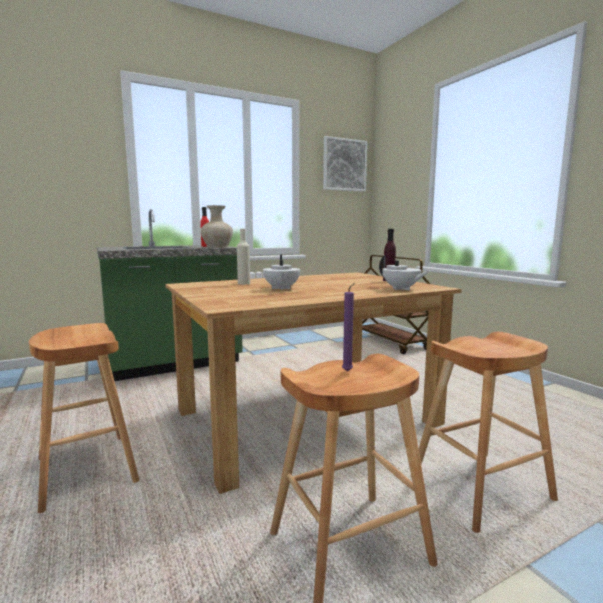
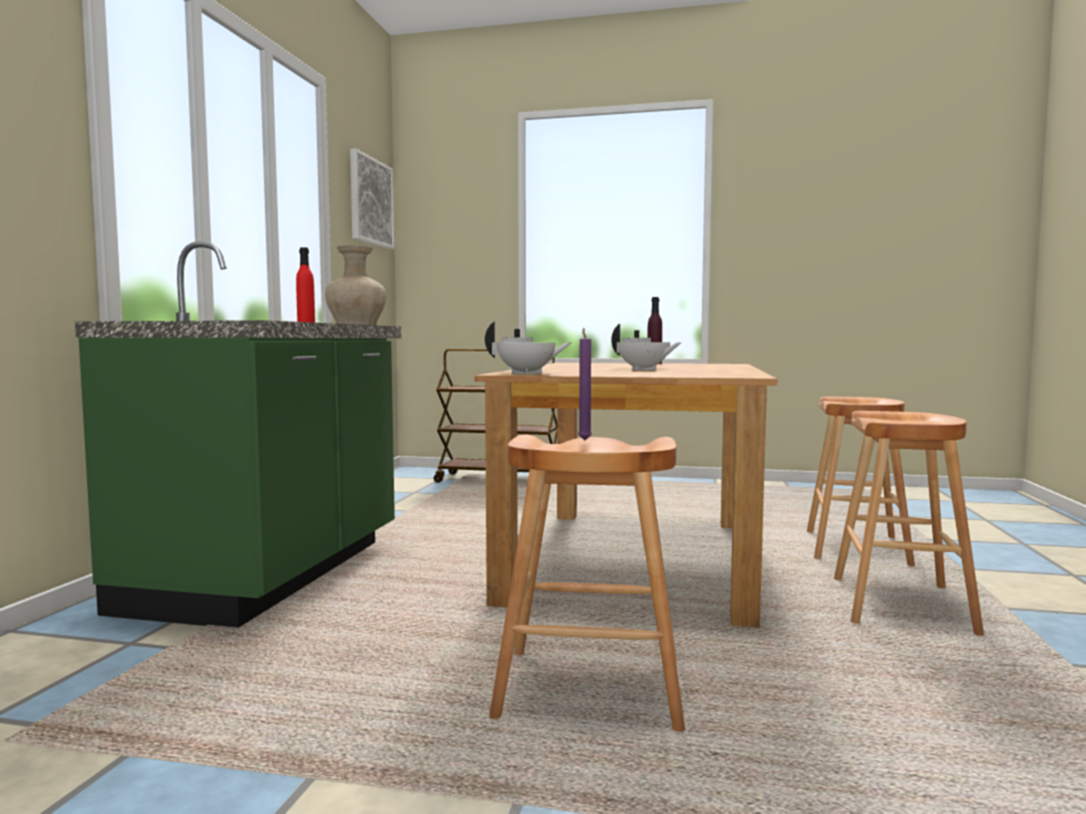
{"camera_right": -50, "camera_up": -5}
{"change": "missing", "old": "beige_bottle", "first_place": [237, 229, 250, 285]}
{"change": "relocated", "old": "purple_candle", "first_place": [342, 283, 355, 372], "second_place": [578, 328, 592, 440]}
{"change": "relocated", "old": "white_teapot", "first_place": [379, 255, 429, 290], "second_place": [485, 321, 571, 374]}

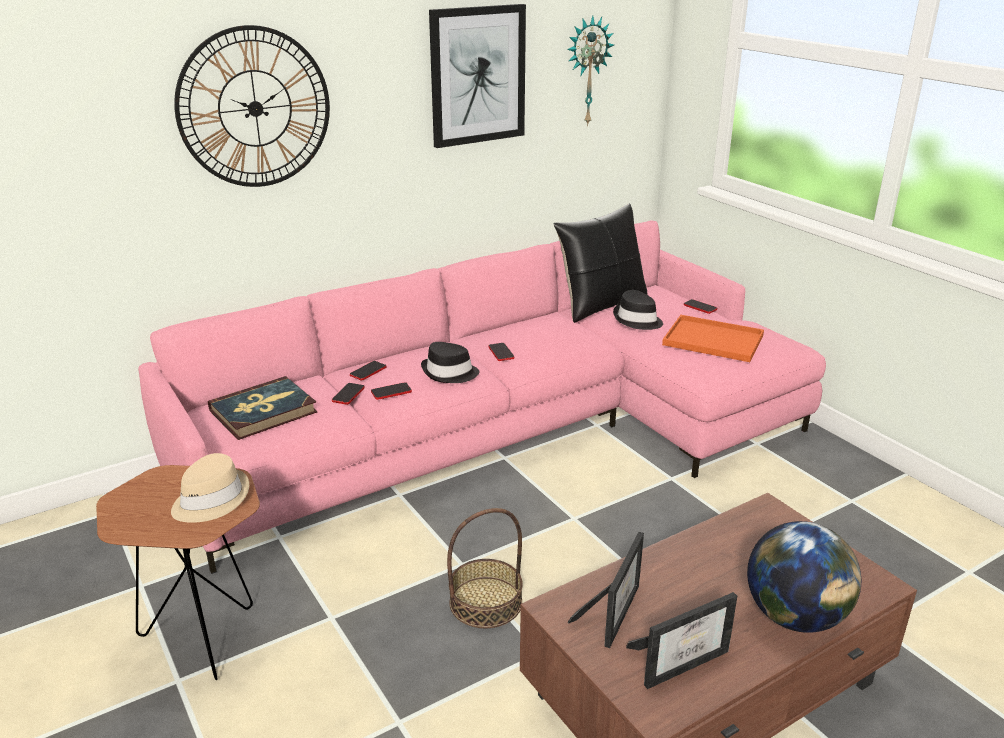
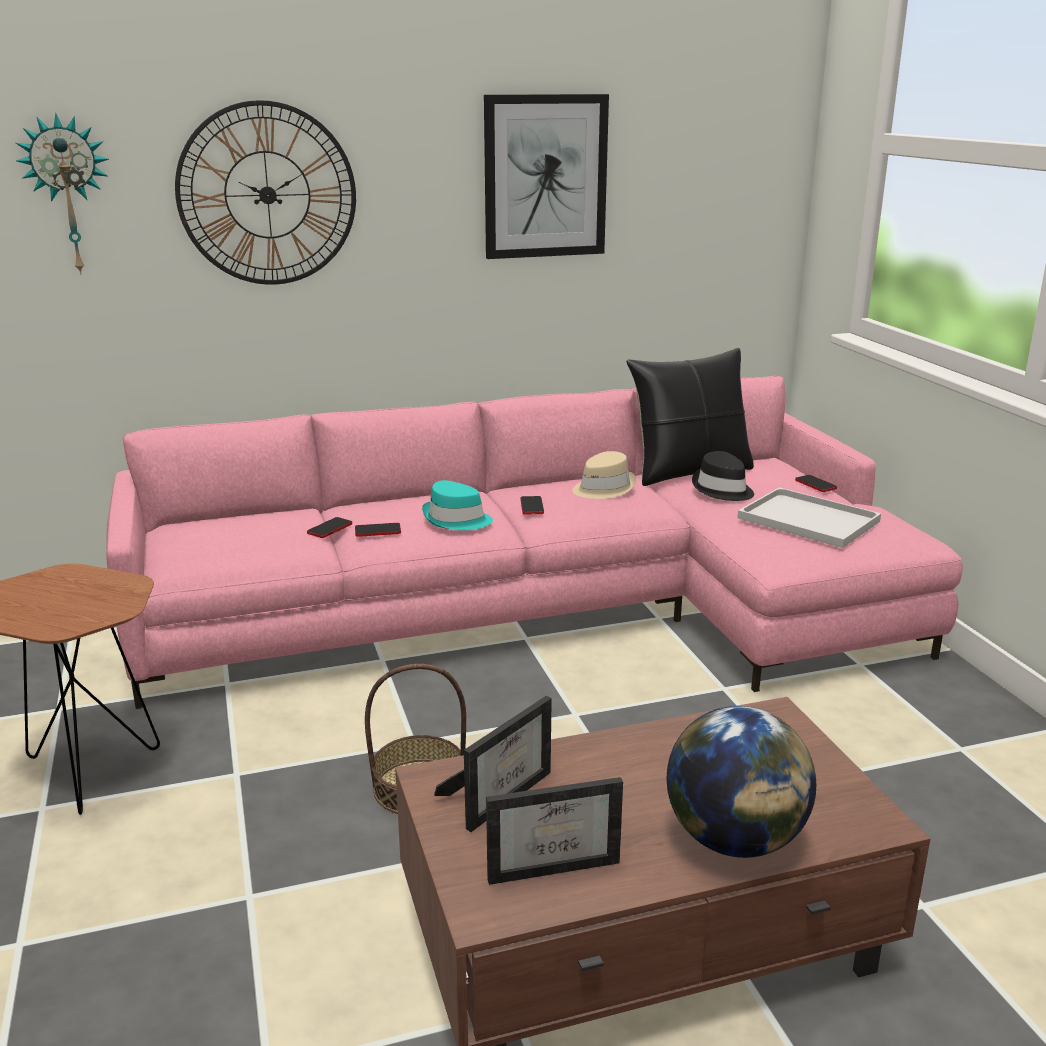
{"camera_right": 15, "camera_up": -5}
{"change": "relocated", "old": "beige_hat", "first_place": [171, 453, 249, 523], "second_place": [572, 451, 636, 499]}
{"change": "missing", "old": "book", "first_place": [208, 376, 317, 440]}
{"change": "missing", "old": "phone", "first_place": [350, 361, 386, 381]}
{"change": "colour", "old": "black_hat", "new": "turquoise_hat", "first_place": [421, 342, 479, 383], "second_place": [422, 480, 493, 530]}
{"change": "relocated", "old": "wall_clock", "first_place": [567, 15, 614, 126], "second_place": [16, 113, 109, 275]}
{"change": "colour", "old": "orange_tray", "new": "white_tray", "first_place": [662, 315, 764, 362], "second_place": [738, 487, 881, 548]}

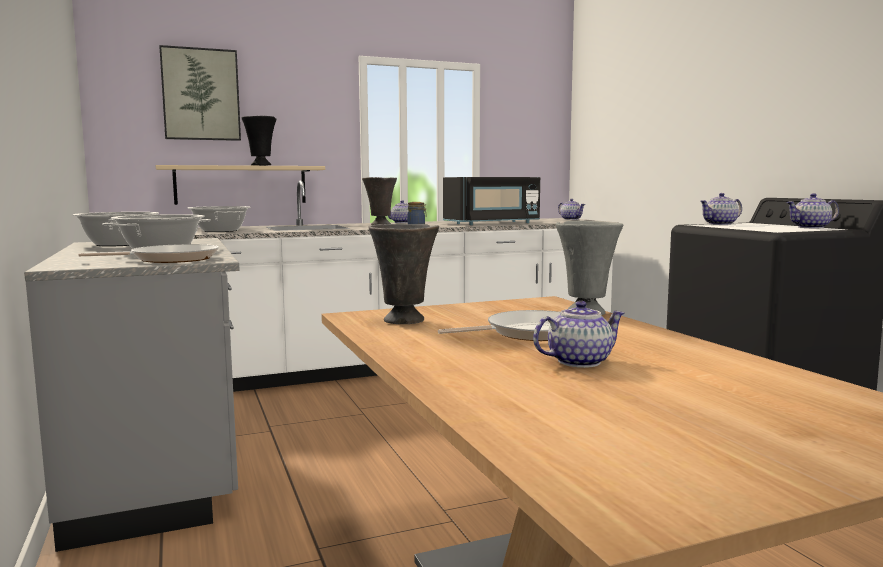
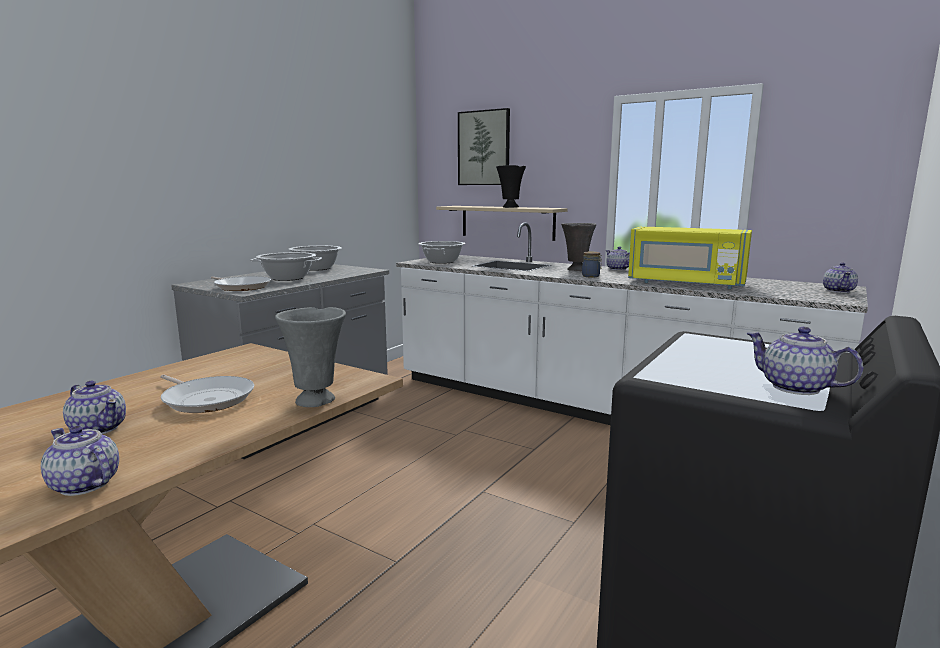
{"camera_right": 55, "camera_up": 5}
{"change": "missing", "old": "grey_vase", "first_place": [368, 224, 439, 324]}
{"change": "colour", "old": "black_microwave", "new": "yellow_microwave", "first_place": [443, 177, 540, 225], "second_place": [628, 227, 752, 289]}
{"change": "relocated", "old": "teapot", "first_place": [700, 193, 742, 225], "second_place": [41, 426, 119, 496]}

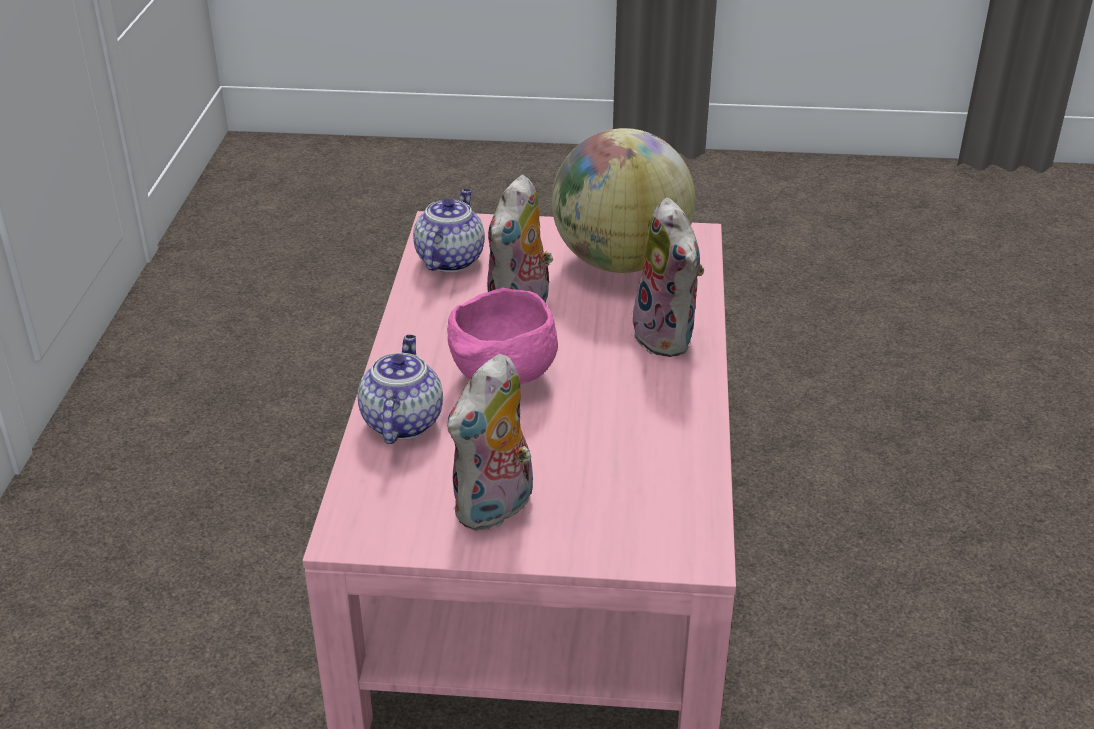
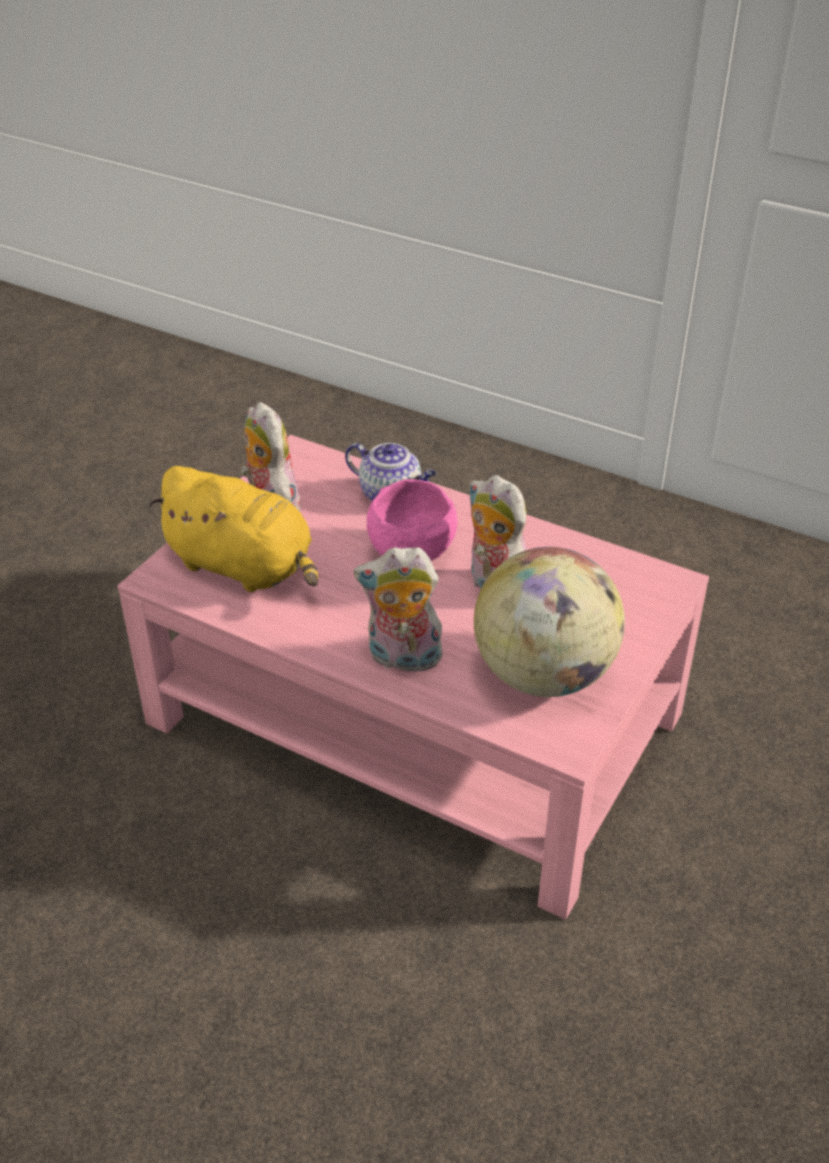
{"camera_right": 115, "camera_up": 5}
{"change": "missing", "old": "teapot", "first_place": [413, 189, 485, 272]}
{"change": "appeared", "new": "yellow_plush_toy", "second_place": [148, 466, 318, 592]}

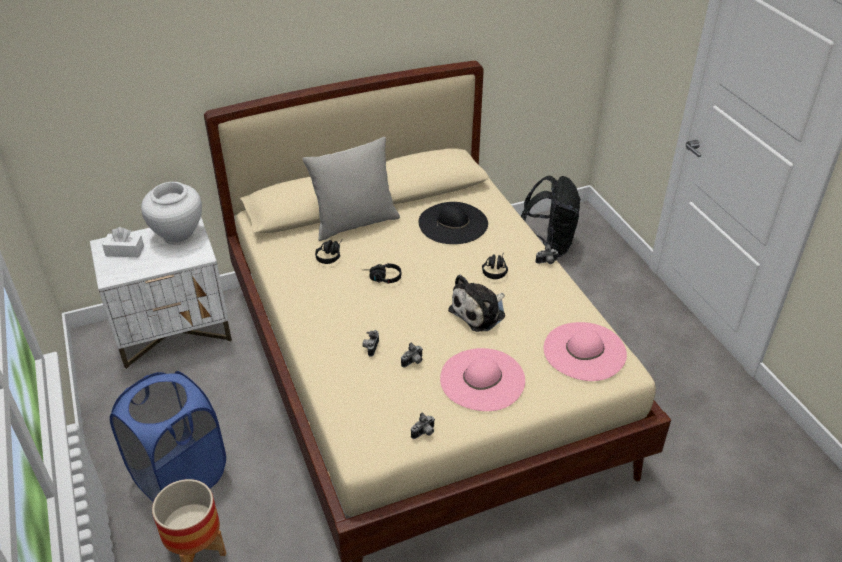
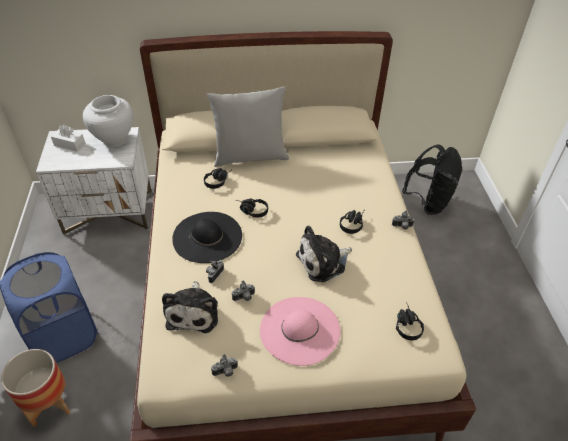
{"camera_right": 15, "camera_up": 5}
{"change": "relocated", "old": "black_hat", "first_place": [419, 202, 488, 244], "second_place": [172, 212, 242, 263]}
{"change": "exchanged", "old": "pink_hat", "new": "black_headphones", "first_place": [544, 322, 627, 381], "second_place": [396, 302, 424, 340]}
{"change": "appeared", "new": "plush_toy", "second_place": [162, 281, 218, 333]}

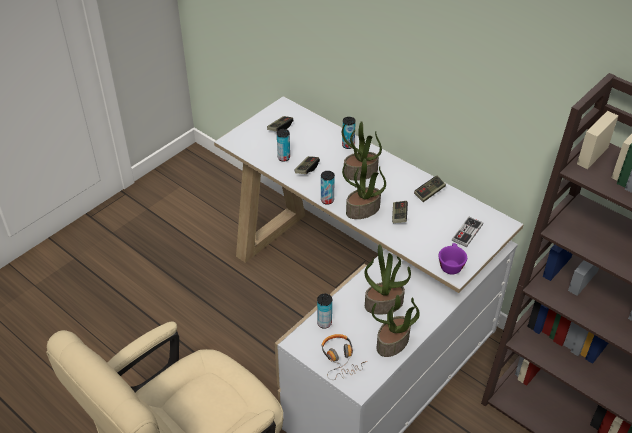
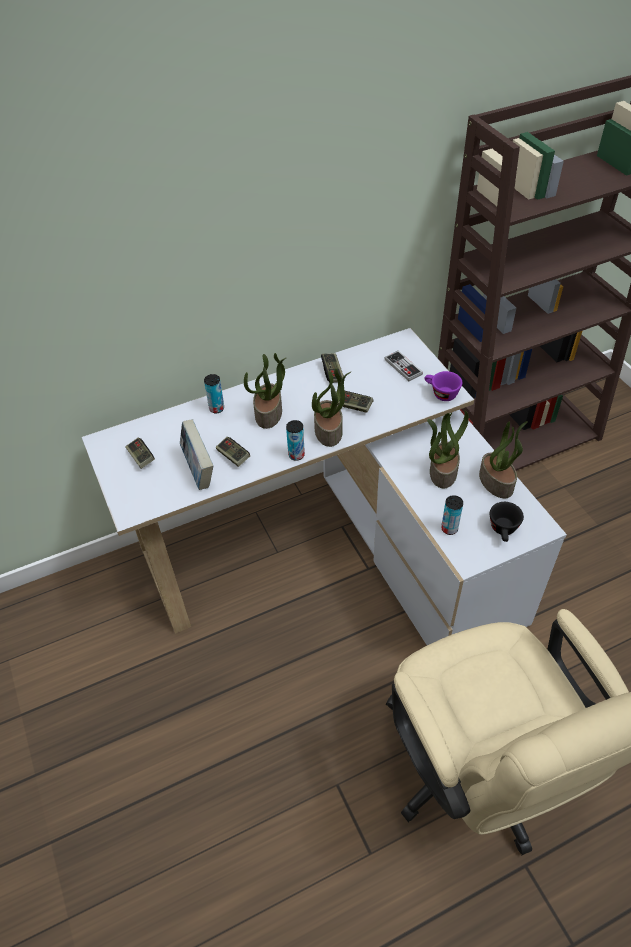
{"camera_right": -65, "camera_up": 5}
{"change": "exchanged", "old": "can", "new": "book", "first_place": [277, 129, 290, 162], "second_place": [180, 419, 213, 490]}
{"change": "exchanged", "old": "headphones", "new": "black_cup", "first_place": [321, 334, 367, 380], "second_place": [490, 502, 524, 542]}

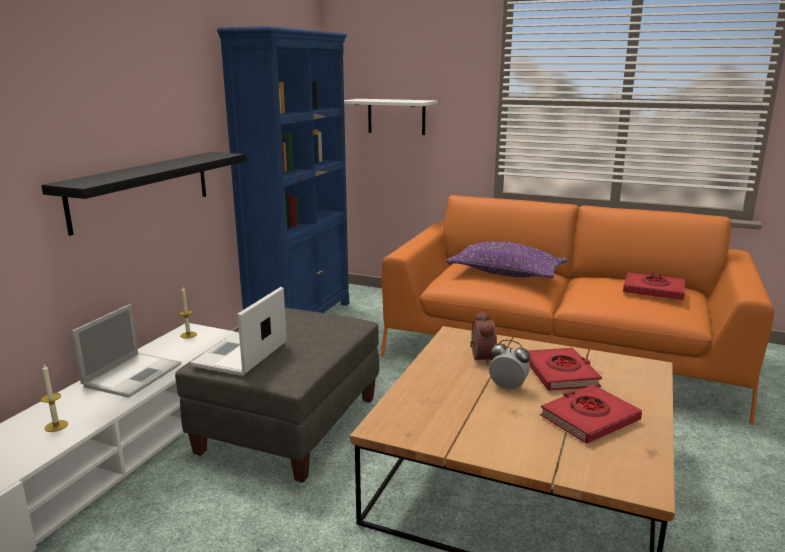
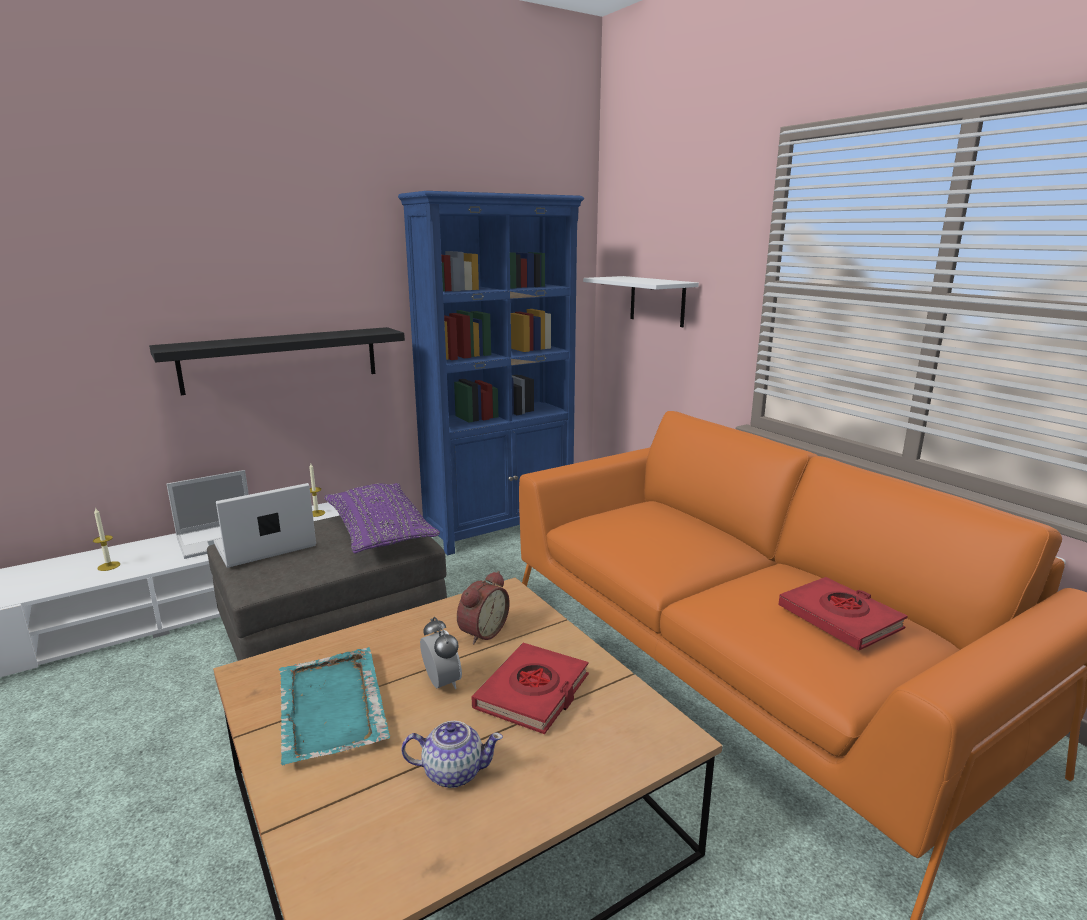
{"camera_right": 35, "camera_up": 0}
{"change": "relocated", "old": "purple_pillow", "first_place": [446, 241, 568, 278], "second_place": [324, 483, 440, 554]}
{"change": "exchanged", "old": "red_book", "new": "teapot", "first_place": [540, 385, 642, 444], "second_place": [401, 721, 503, 788]}
{"change": "appeared", "new": "turquoise_tray", "second_place": [278, 647, 390, 765]}

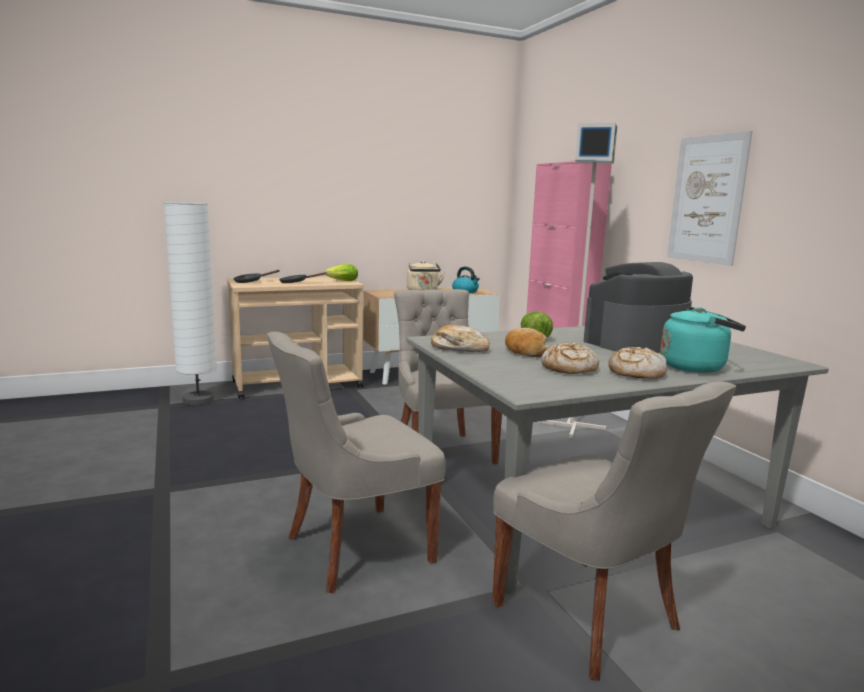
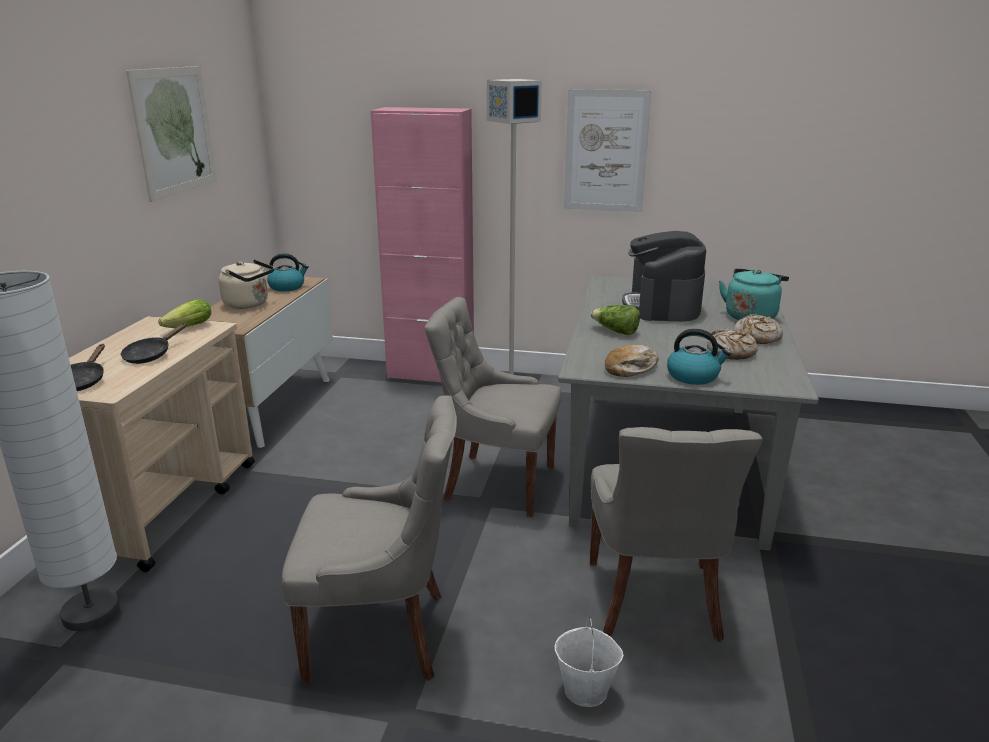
{"camera_right": -55, "camera_up": 10}
{"change": "relocated", "old": "grey_chair", "first_place": [493, 381, 736, 681], "second_place": [281, 395, 457, 685]}
{"change": "missing", "old": "bread", "first_place": [505, 328, 550, 357]}
{"change": "appeared", "new": "picture", "second_place": [126, 66, 217, 202]}
{"change": "appeared", "new": "white_bucket", "second_place": [555, 616, 624, 707]}
{"change": "appeared", "new": "kettle", "second_place": [667, 329, 731, 385]}

